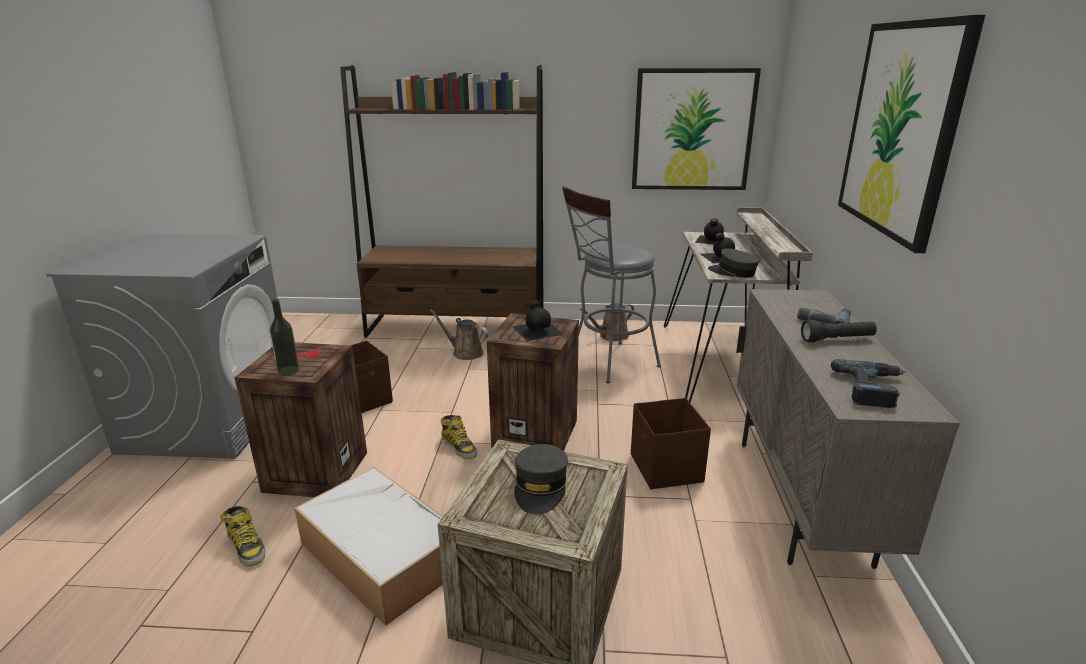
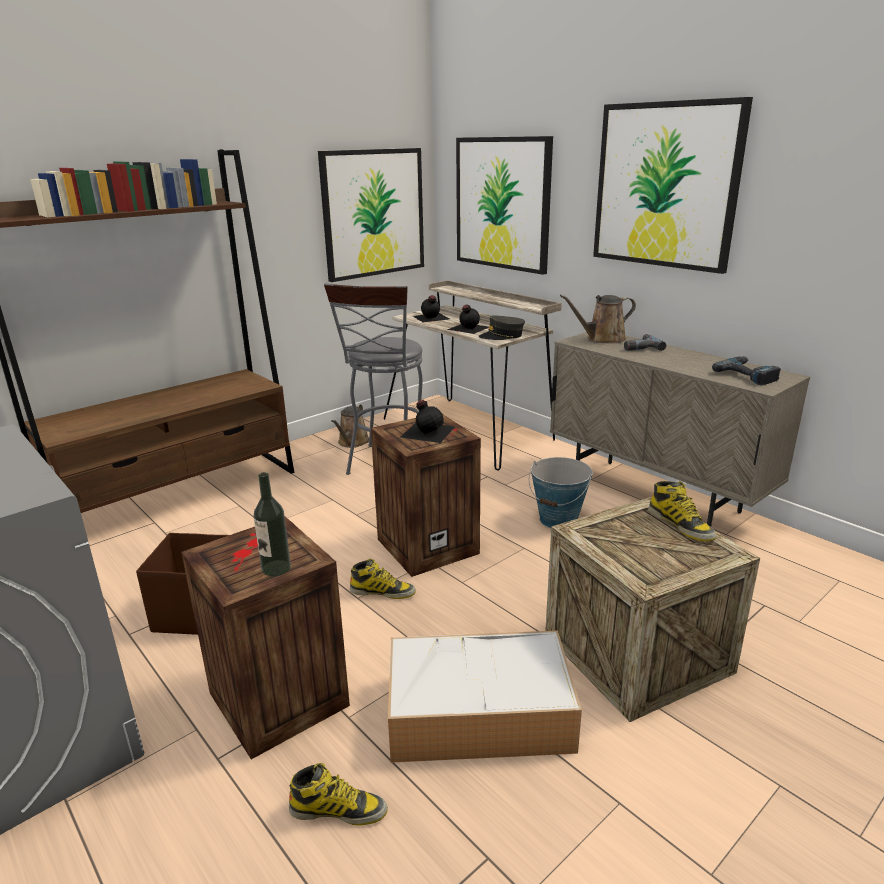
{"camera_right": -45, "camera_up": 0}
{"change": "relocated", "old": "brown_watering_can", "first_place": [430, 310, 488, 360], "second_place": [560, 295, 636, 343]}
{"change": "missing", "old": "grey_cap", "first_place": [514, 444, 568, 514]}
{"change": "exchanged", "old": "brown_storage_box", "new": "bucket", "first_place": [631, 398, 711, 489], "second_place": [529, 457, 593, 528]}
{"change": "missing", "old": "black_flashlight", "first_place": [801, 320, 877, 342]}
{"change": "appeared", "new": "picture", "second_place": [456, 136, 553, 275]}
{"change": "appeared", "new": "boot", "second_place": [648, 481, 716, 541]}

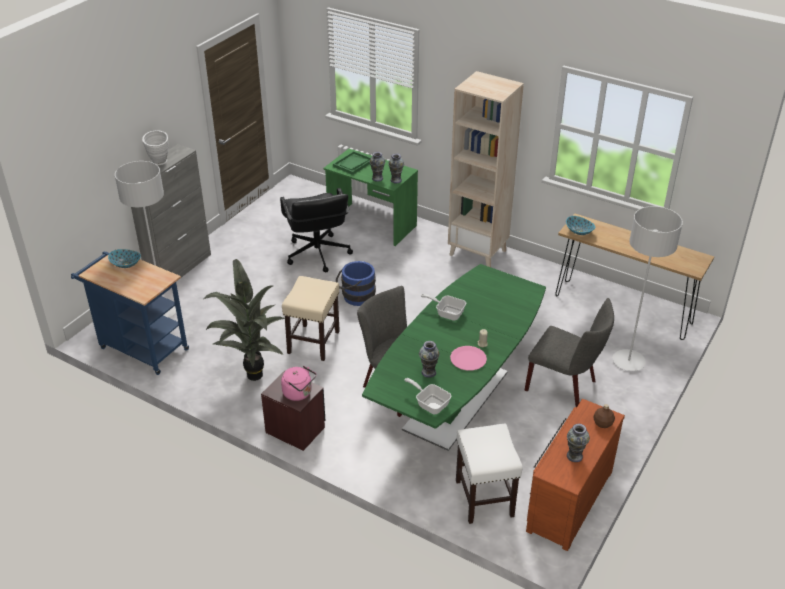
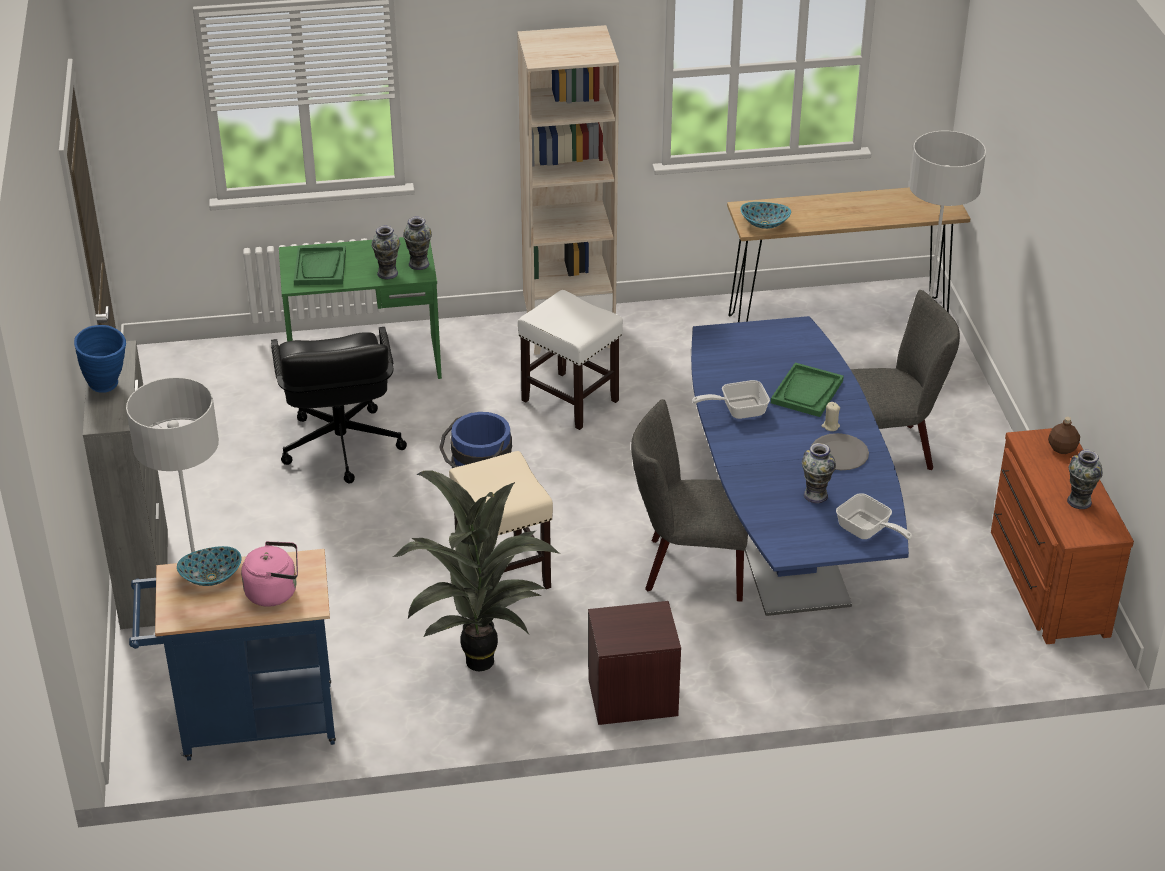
{"camera_right": -40, "camera_up": 0}
{"change": "colour", "old": "white_vase", "new": "blue_vase", "first_place": [142, 130, 169, 165], "second_place": [74, 325, 126, 393]}
{"change": "spun", "old": "black_office_chair", "first_place": [280, 188, 353, 272], "second_place": [271, 327, 407, 483], "degrees": 45}
{"change": "relocated", "old": "pink_kettle", "first_place": [281, 366, 317, 401], "second_place": [241, 541, 298, 607]}
{"change": "colour", "old": "green_dining_table", "new": "blue_dining_table", "first_place": [362, 264, 546, 451], "second_place": [691, 316, 909, 616]}
{"change": "spun", "old": "frying_pan", "first_place": [404, 378, 451, 414], "second_place": [836, 493, 912, 540], "degrees": -135}
{"change": "colour", "old": "pink_plate", "new": "grey_plate", "first_place": [450, 346, 487, 371], "second_place": [811, 433, 869, 470]}
{"change": "relocated", "old": "white_stool", "first_place": [456, 424, 523, 524], "second_place": [518, 290, 623, 430]}
{"change": "appeared", "new": "green_tray", "second_place": [771, 363, 844, 417]}

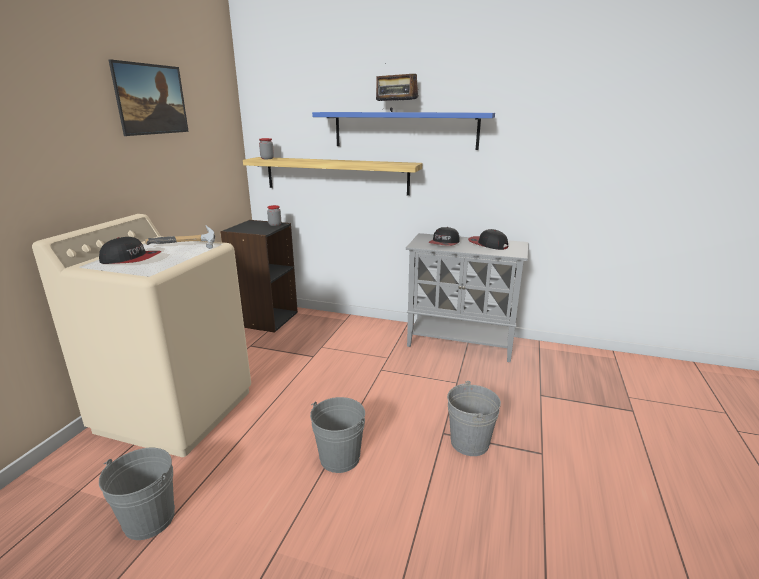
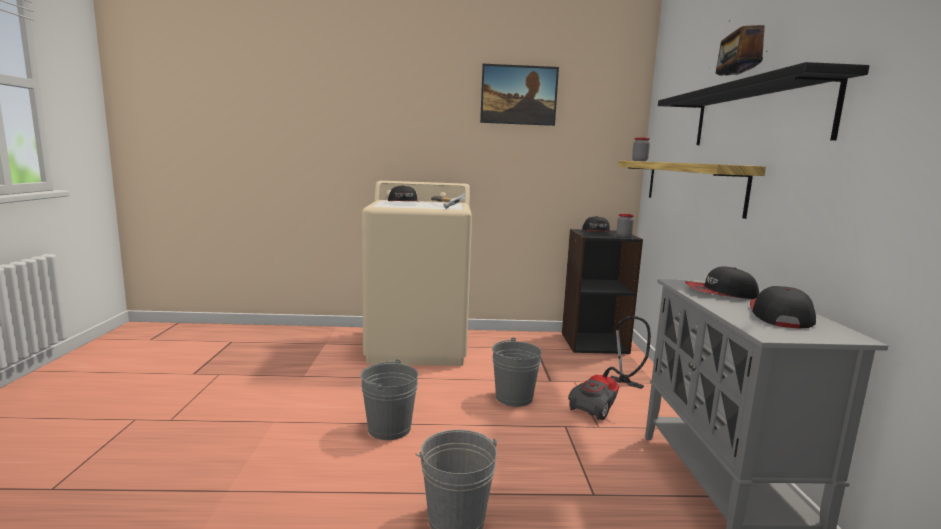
{"camera_right": 70, "camera_up": -10}
{"change": "relocated", "old": "grey_bucket", "first_place": [99, 448, 175, 540], "second_place": [492, 337, 542, 407]}
{"change": "colour", "old": "blue_shelf", "new": "black_shelf", "first_place": [312, 112, 495, 150], "second_place": [658, 62, 870, 145]}
{"change": "appeared", "new": "vacuum_cleaner", "second_place": [568, 316, 651, 420]}
{"change": "appeared", "new": "cap", "second_place": [582, 216, 612, 232]}

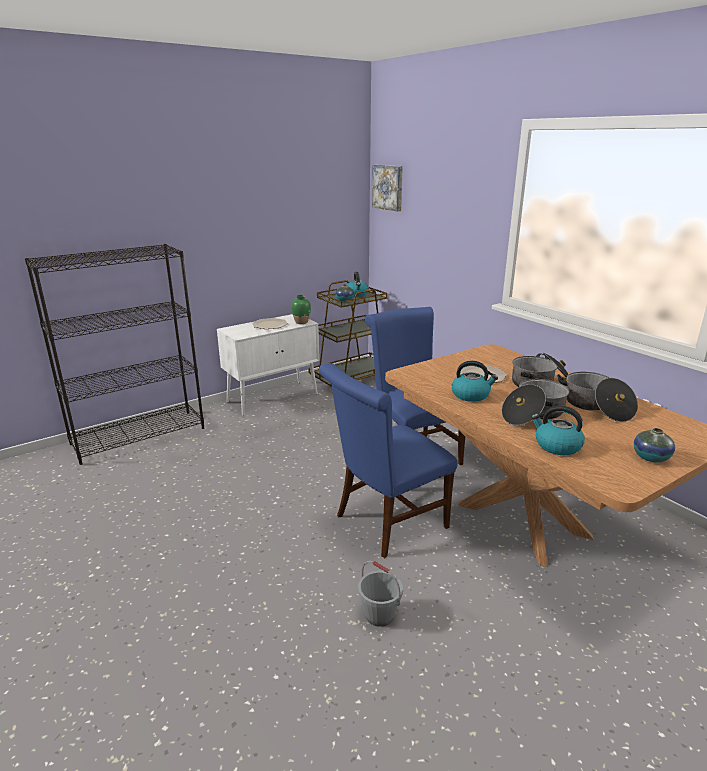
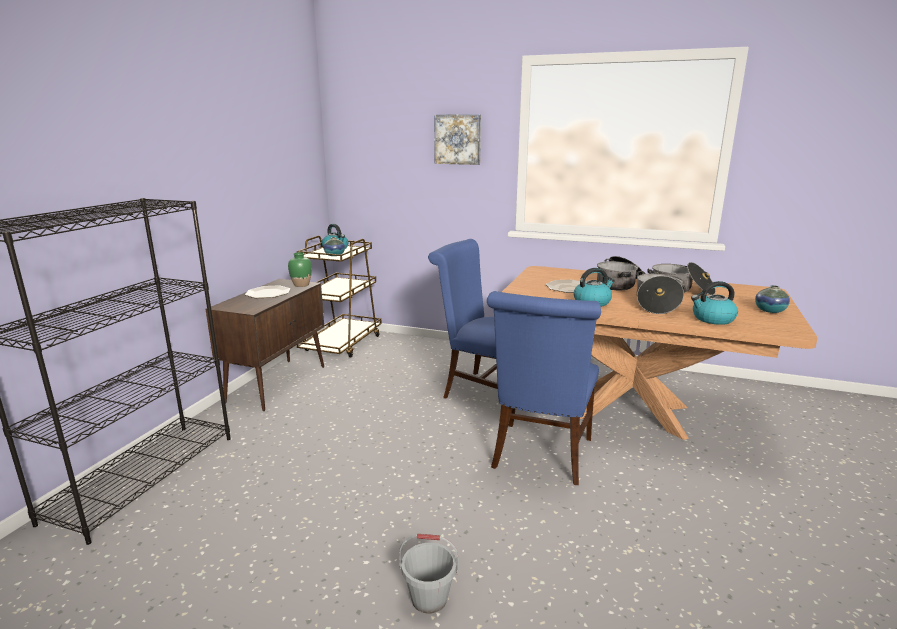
{"camera_right": -35, "camera_up": -5}
{"change": "colour", "old": "white_cabinet", "new": "brown_cabinet", "first_place": [217, 314, 319, 416], "second_place": [205, 279, 324, 411]}
{"change": "relocated", "old": "grey_bucket", "first_place": [358, 561, 403, 627], "second_place": [399, 534, 459, 614]}
{"change": "relocated", "old": "picture", "first_place": [372, 165, 403, 211], "second_place": [434, 114, 481, 165]}

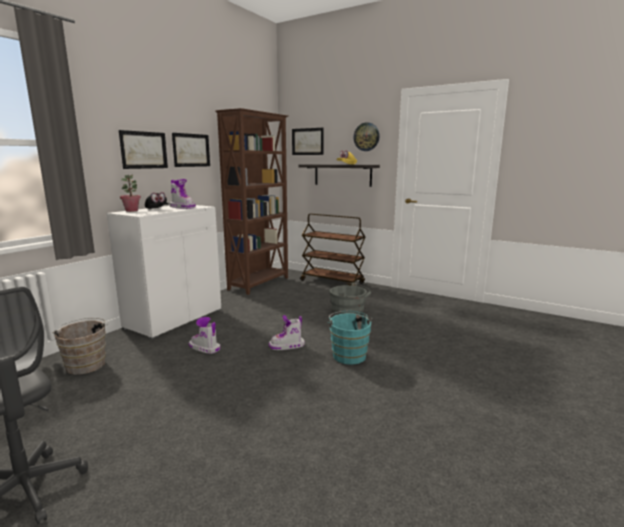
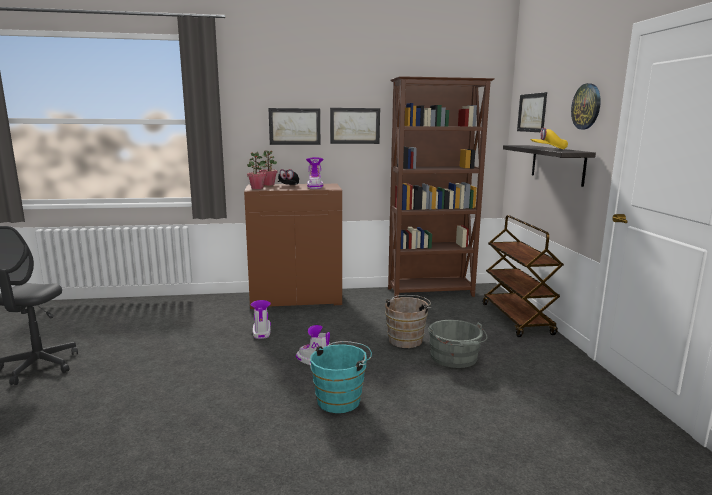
{"camera_right": 50, "camera_up": 0}
{"change": "relocated", "old": "brown_bucket", "first_place": [53, 318, 109, 375], "second_place": [385, 295, 431, 348]}
{"change": "colour", "old": "white_cabinet", "new": "brown_cabinet", "first_place": [107, 205, 221, 340], "second_place": [244, 184, 342, 309]}
{"change": "appeared", "new": "potted_plant", "second_place": [247, 152, 267, 189]}

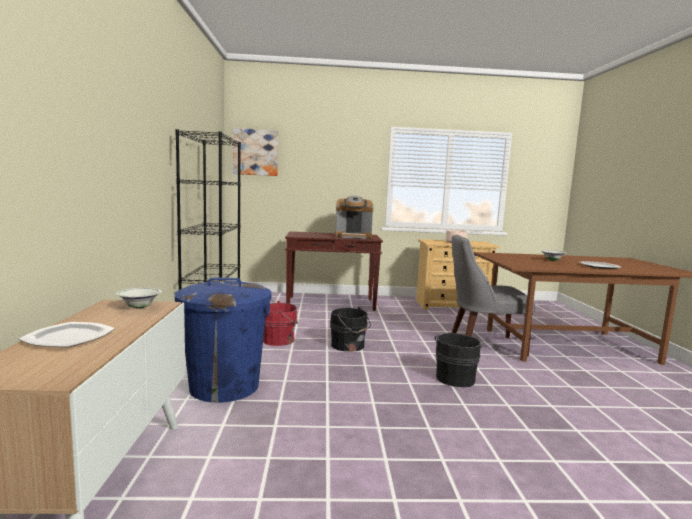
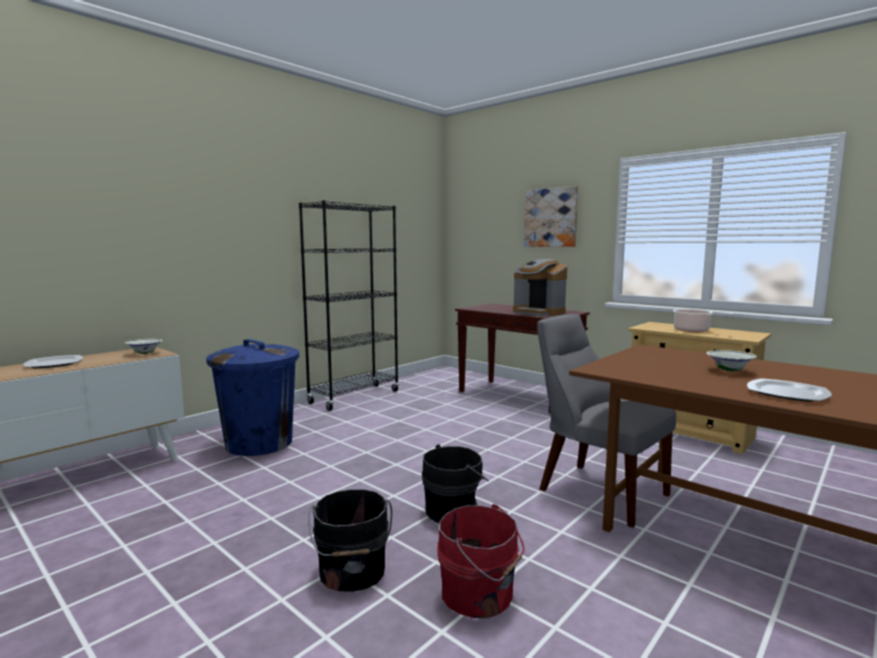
{"camera_right": 45, "camera_up": 0}
{"change": "relocated", "old": "picture", "first_place": [233, 128, 278, 176], "second_place": [524, 186, 578, 247]}
{"change": "relocated", "old": "red_bucket", "first_place": [263, 301, 298, 346], "second_place": [437, 504, 525, 618]}
{"change": "relocated", "old": "black_bucket", "first_place": [330, 307, 371, 352], "second_place": [308, 489, 392, 592]}

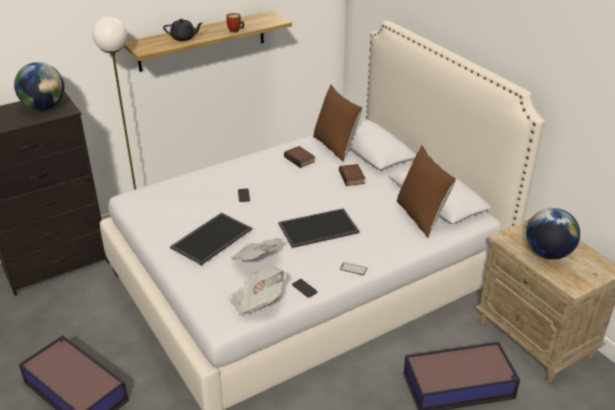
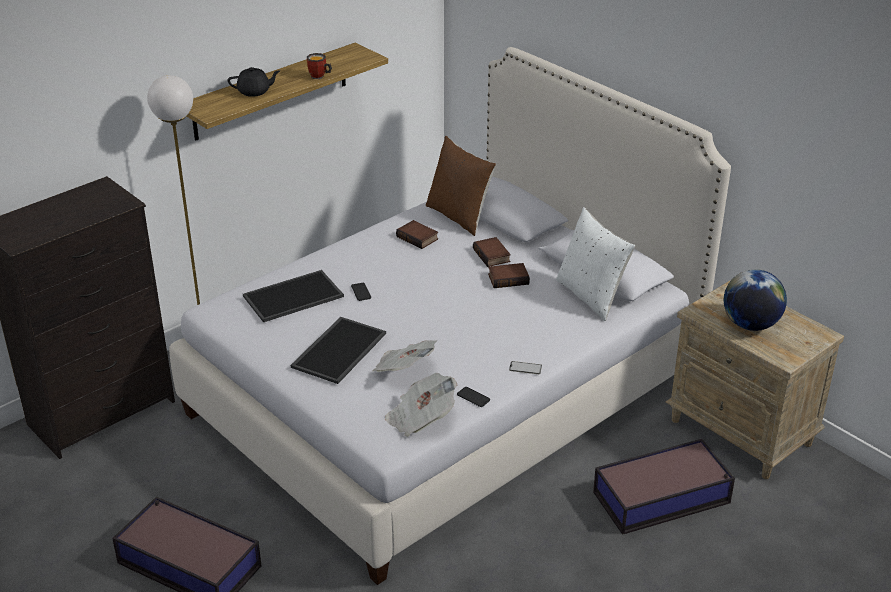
{"camera_right": -10, "camera_up": 0}
{"change": "missing", "old": "globe", "first_place": [14, 62, 64, 110]}
{"change": "relocated", "old": "tray", "first_place": [278, 208, 360, 248], "second_place": [243, 270, 344, 322]}
{"change": "colour", "old": "brown_pillow", "new": "white_pillow", "first_place": [397, 145, 456, 238], "second_place": [556, 207, 635, 321]}
{"change": "appeared", "new": "book", "second_place": [488, 263, 530, 288]}

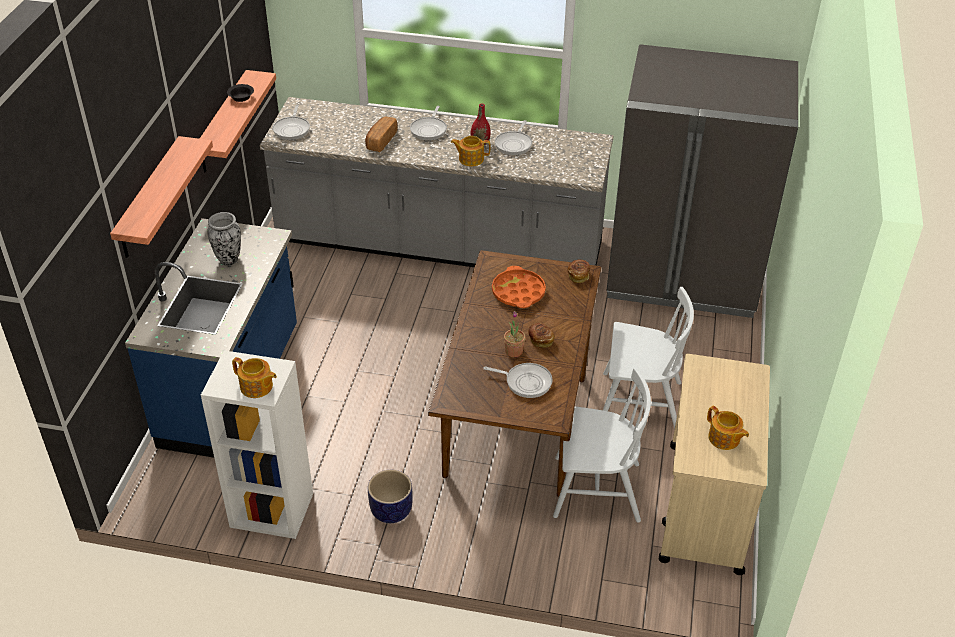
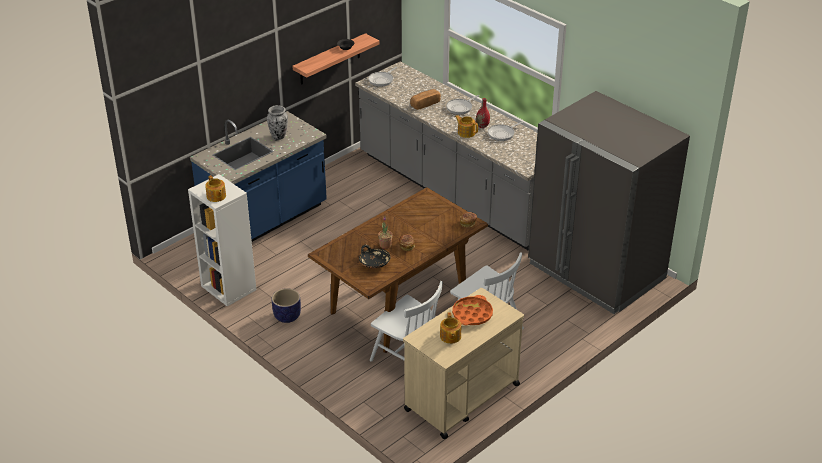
{"camera_right": 35, "camera_up": -5}
{"change": "missing", "old": "shelf", "first_place": [110, 136, 213, 258]}
{"change": "exchanged", "old": "frying_pan", "new": "black_bowl", "first_place": [483, 363, 552, 398], "second_place": [359, 244, 391, 268]}
{"change": "relocated", "old": "orange_tray", "first_place": [492, 266, 546, 308], "second_place": [452, 295, 493, 325]}

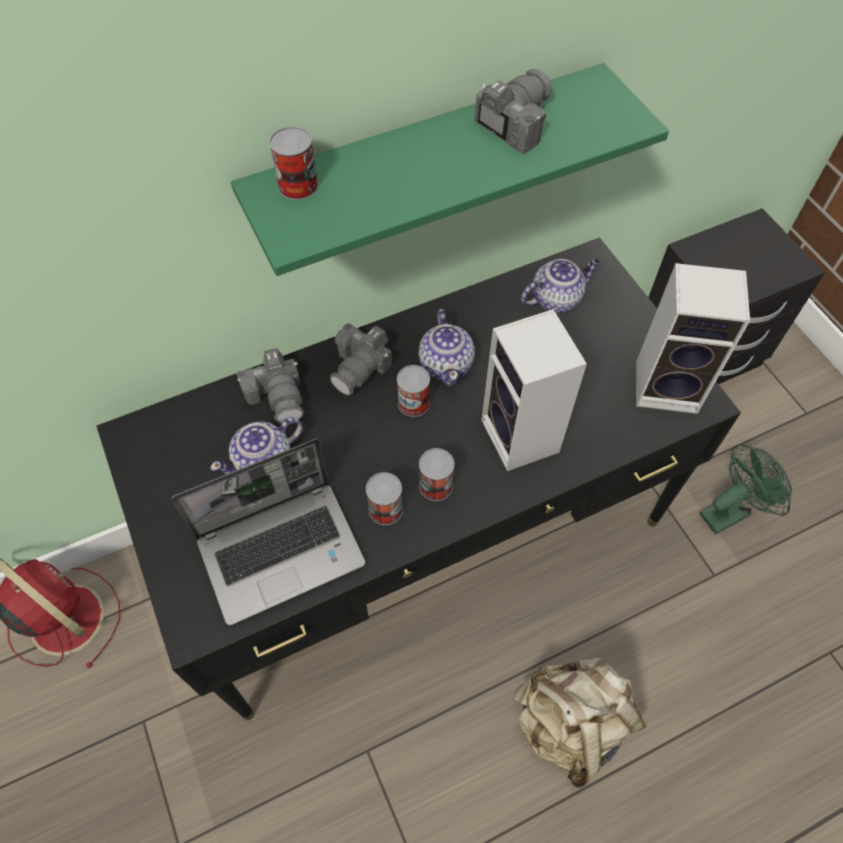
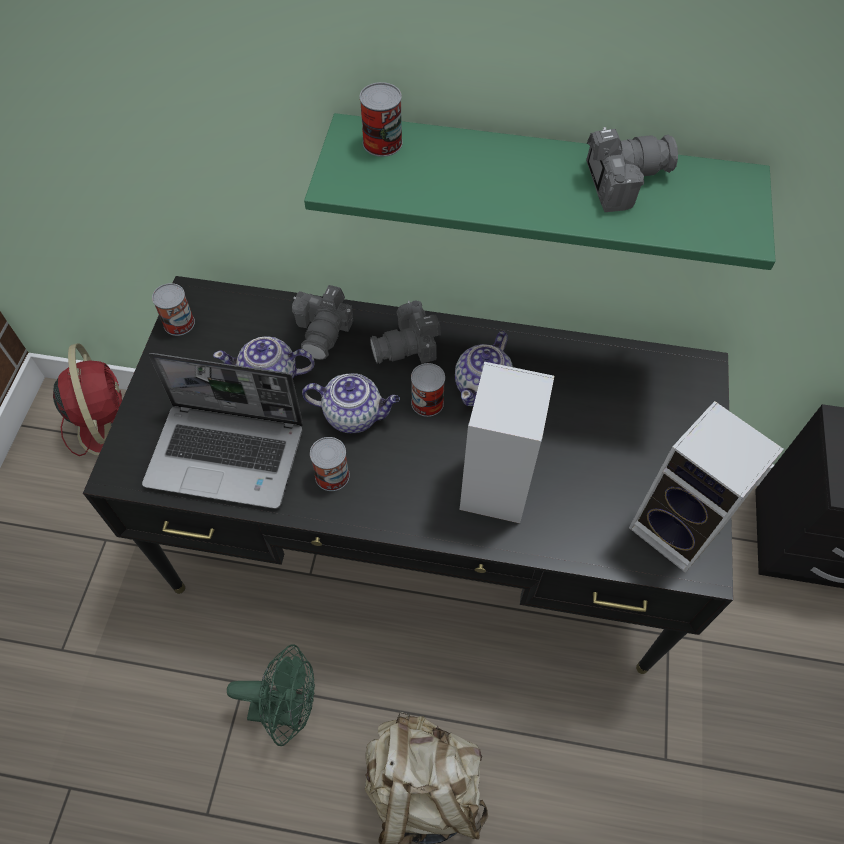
{"camera_right": 35, "camera_up": 0}
{"change": "relocated", "old": "can", "first_place": [419, 448, 455, 501], "second_place": [152, 283, 195, 336]}
{"change": "relocated", "old": "teapot", "first_place": [521, 258, 600, 313], "second_place": [302, 373, 400, 433]}
{"change": "relocated", "old": "green_fan", "first_place": [699, 444, 792, 534], "second_place": [227, 644, 315, 746]}

